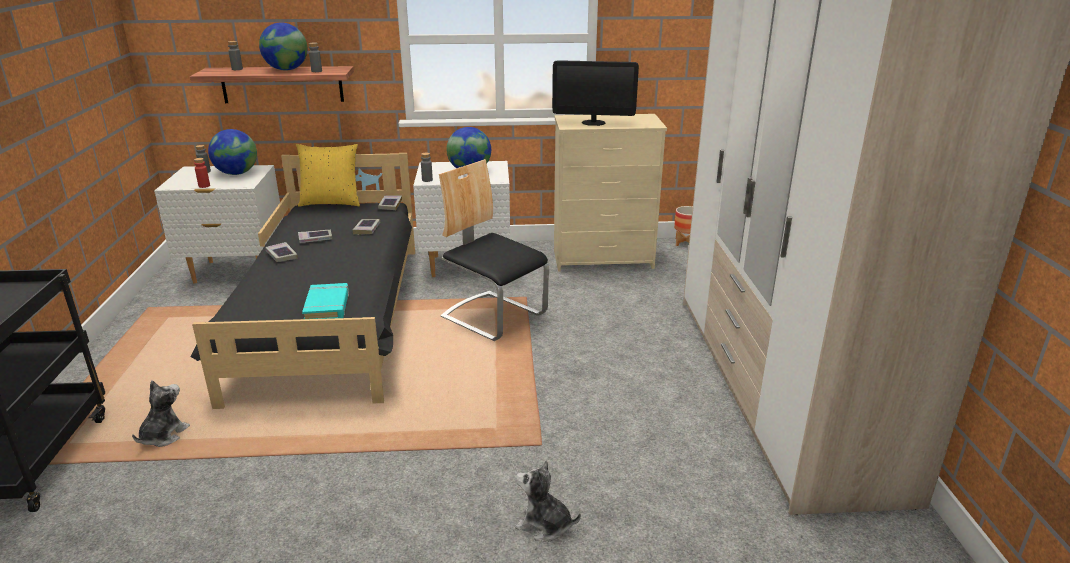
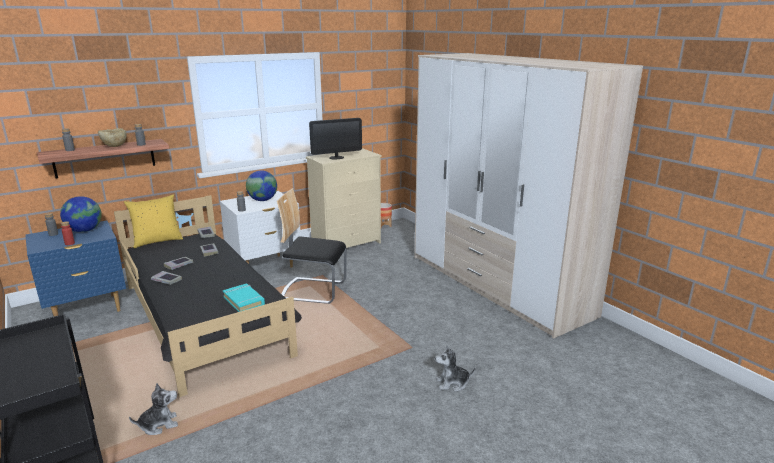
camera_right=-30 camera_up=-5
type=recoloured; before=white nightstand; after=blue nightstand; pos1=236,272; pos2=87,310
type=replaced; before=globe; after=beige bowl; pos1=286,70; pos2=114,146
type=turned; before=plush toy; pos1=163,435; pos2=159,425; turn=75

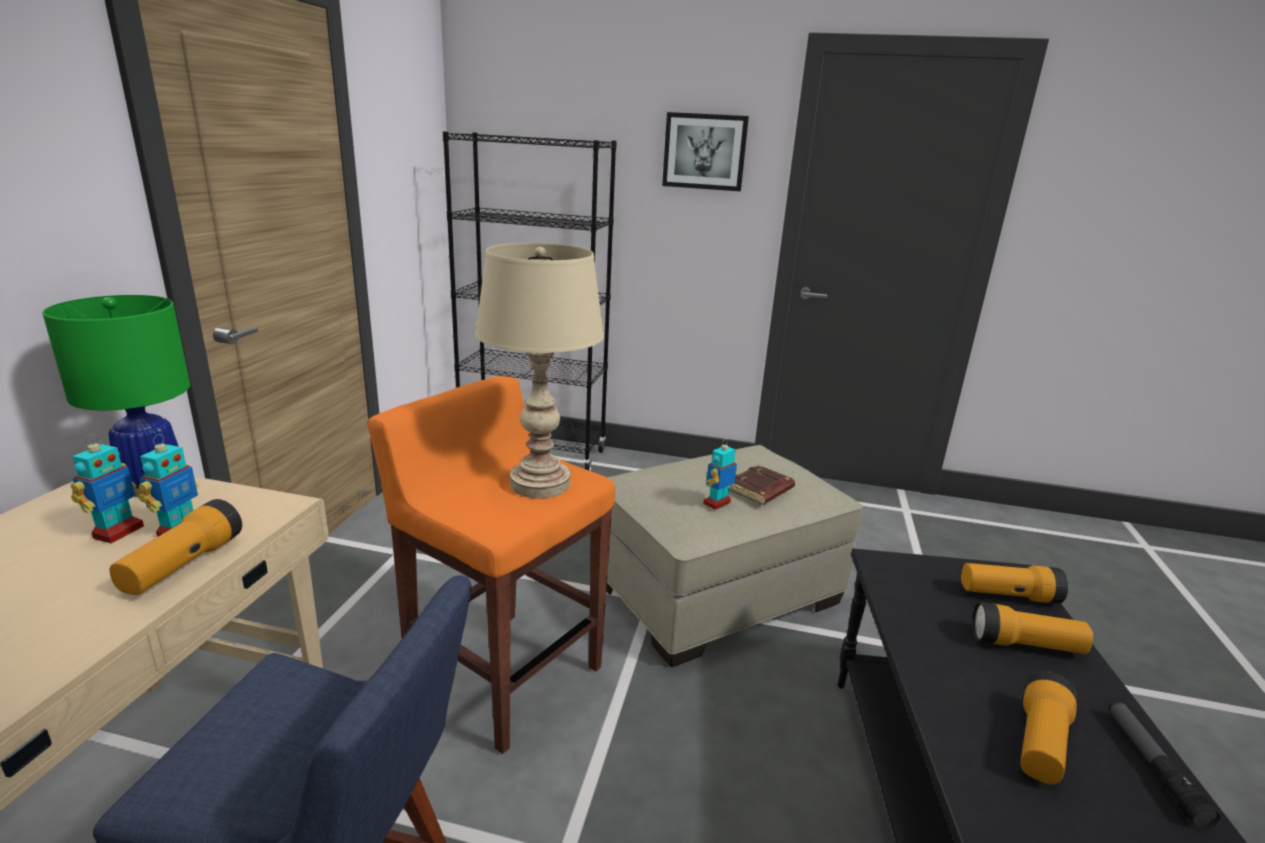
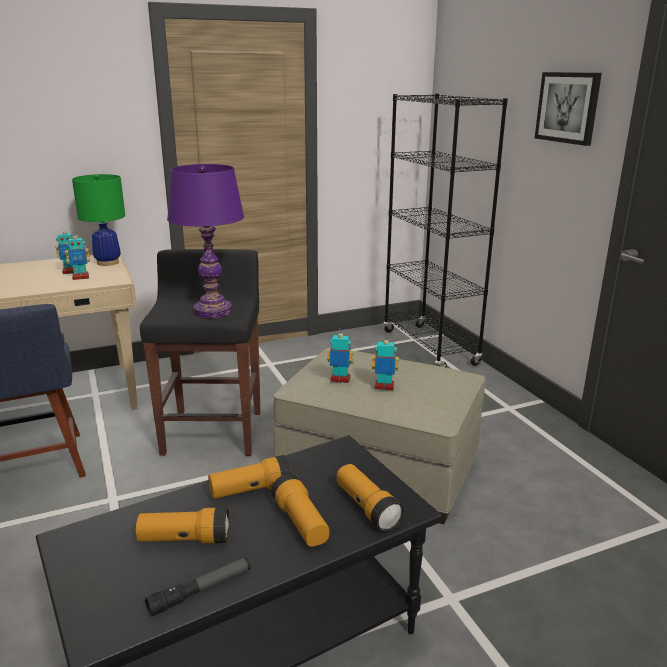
camera_right=55 camera_up=0
type=recoloured; before=orange stool; after=black stool; pos1=503,673; pos2=213,431
type=recoloured; before=beige table lamp; after=purple table lamp; pos1=540,484; pos2=212,312
type=moved; before=flashlight; pos1=183,565; pos2=250,490
type=replaced; before=brown book; after=toy robot; pos1=760,490; pos2=384,387

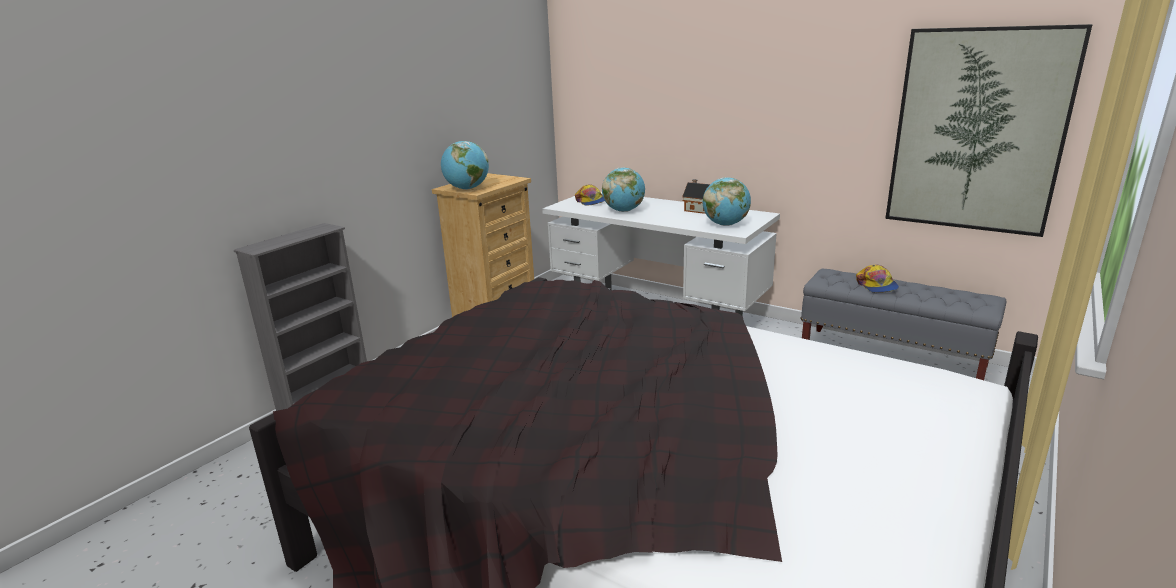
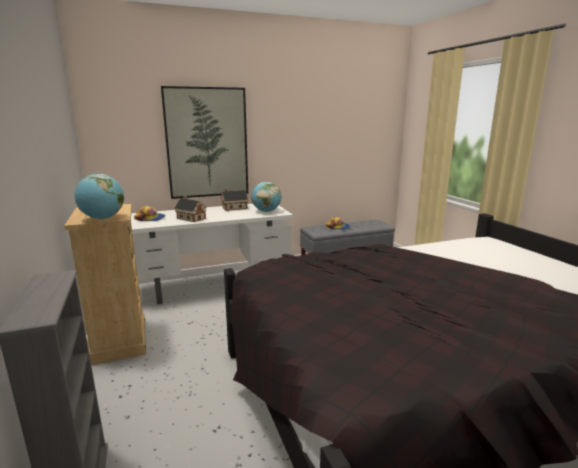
camera_right=-55 camera_up=-5
type=moved; before=picture; pos1=977,131; pos2=207,143
type=replaced; before=globe; after=toy house; pos1=623,211; pos2=190,218

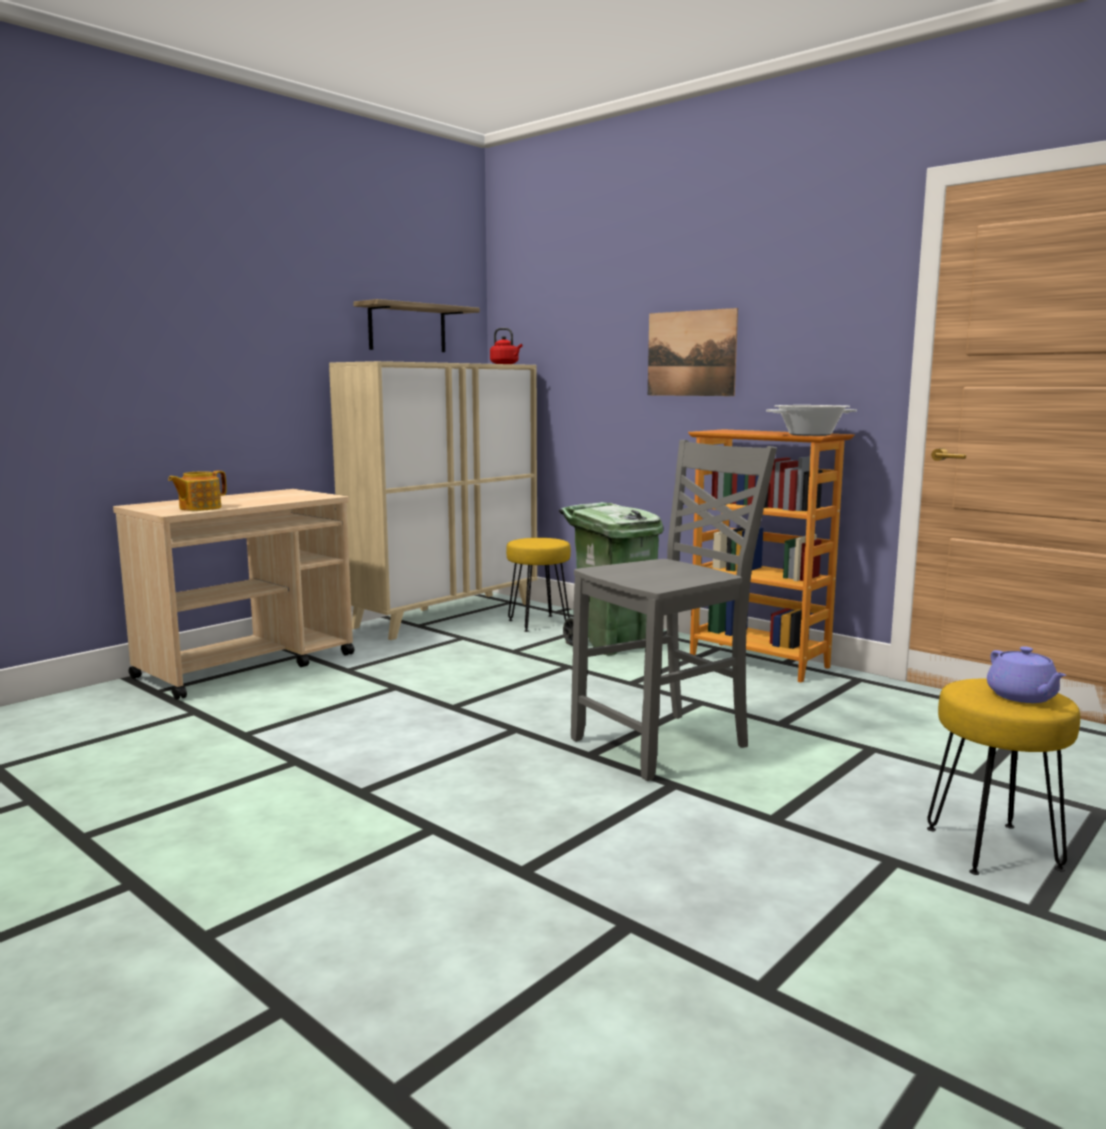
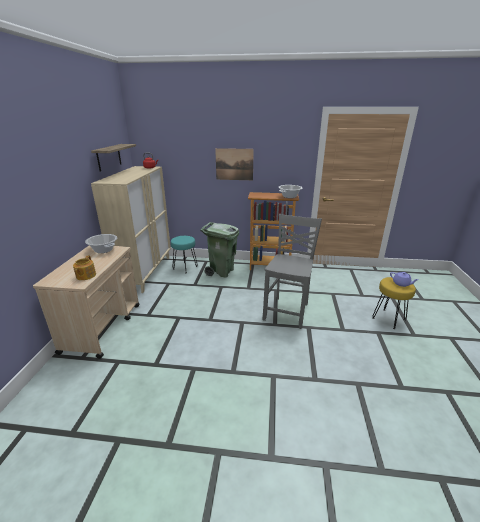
camera_right=-35 camera_up=15
type=added; after=cooking pot; pos2=103,250
type=recoloured; before=yellow stool; after=turquoise stool; pos1=539,623; pos2=185,267

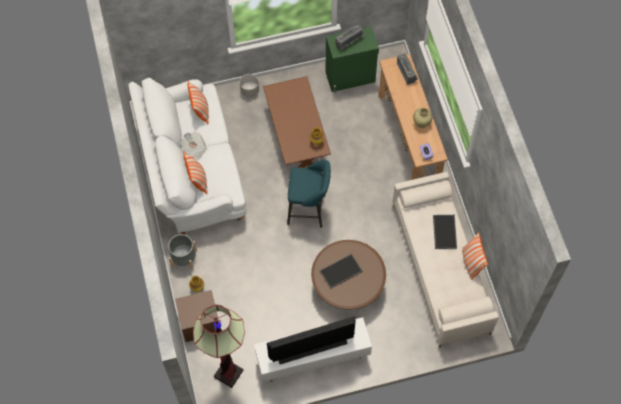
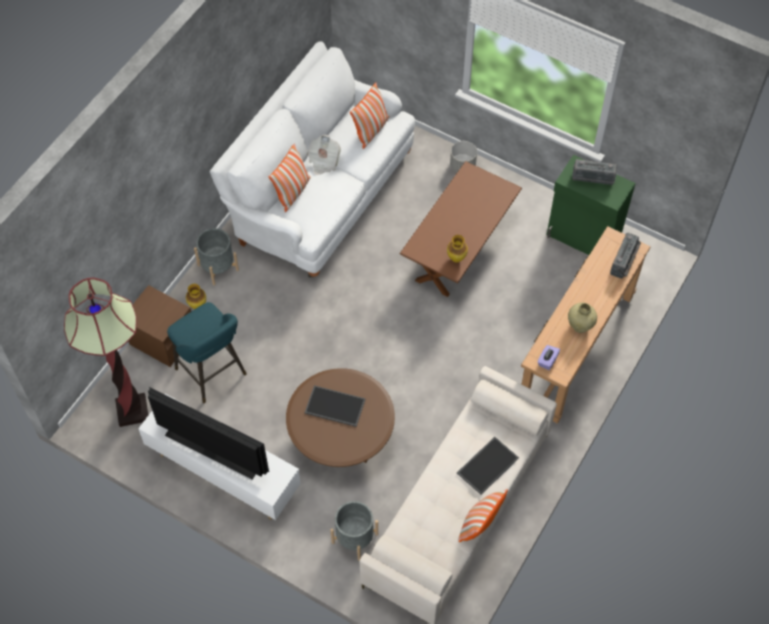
camera_right=45 camera_up=-5
type=moved; before=turquoise stool; pos1=309,210; pos2=213,374
type=added; after=grey planter; pos2=355,538

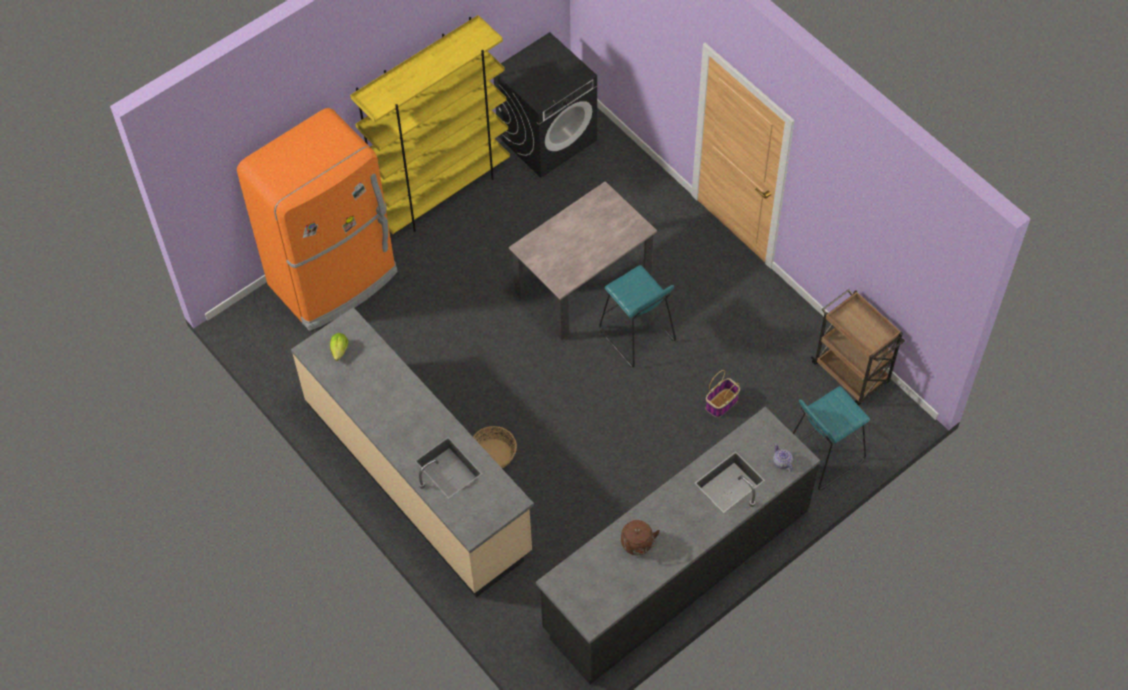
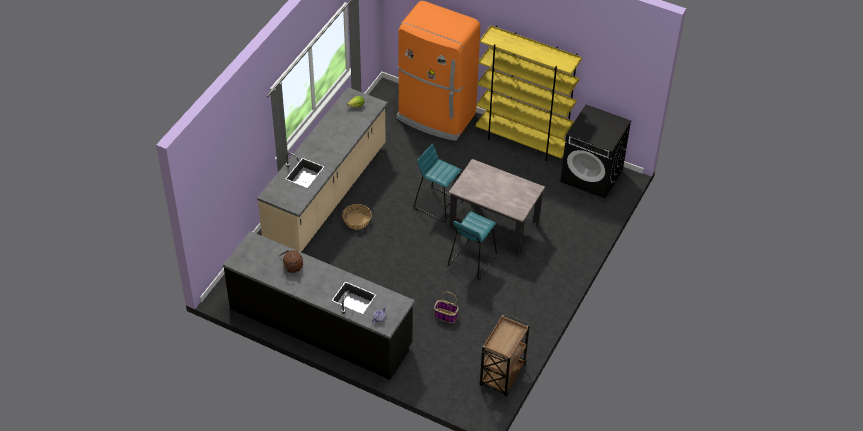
camera_right=65 camera_up=-10
type=moved; before=turquoise stool; pos1=823,455; pos2=438,204

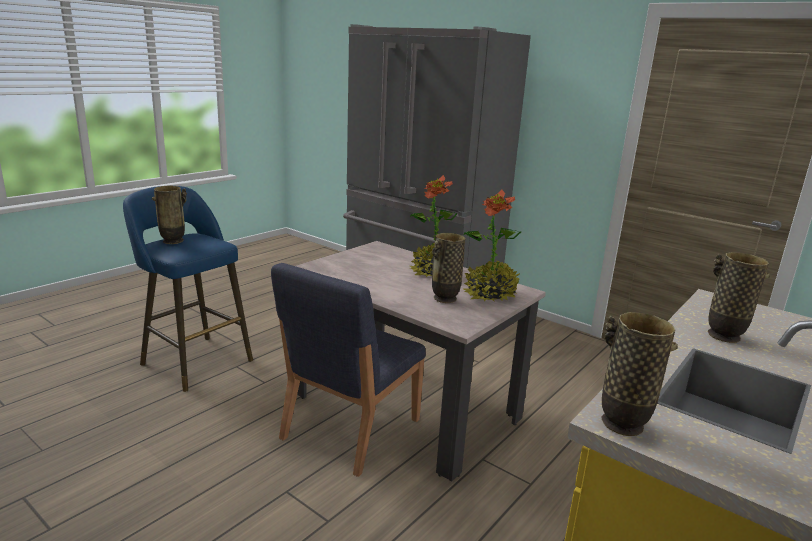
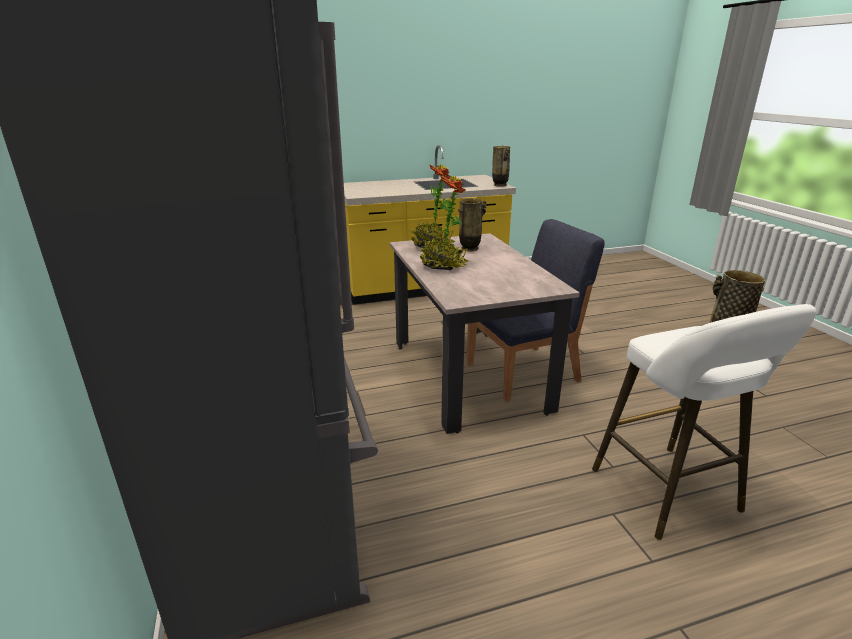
camera_right=-145 camera_up=5
type=recoloured; before=blue stool; after=white stool; pos1=193,360; pos2=670,495
type=removed; before=vase; pos1=723,336

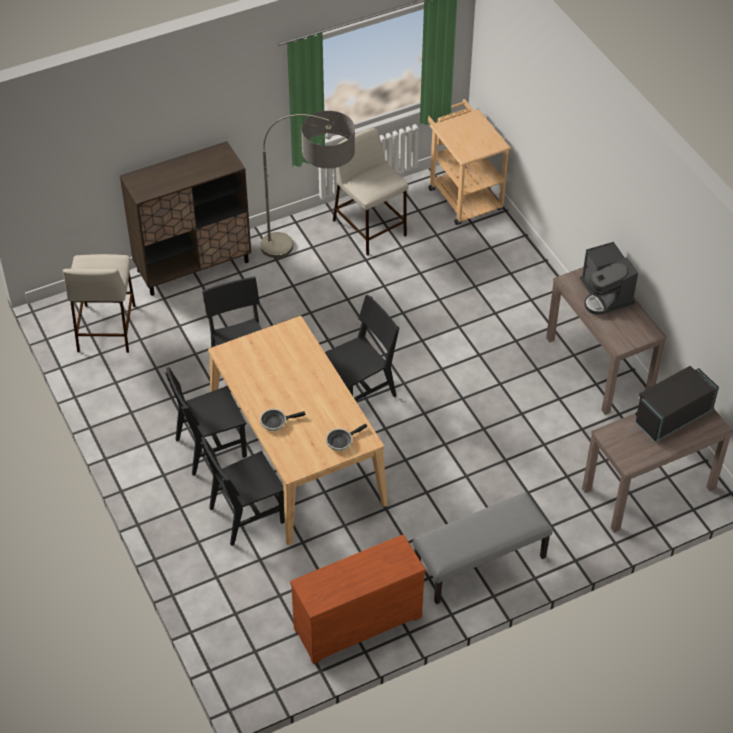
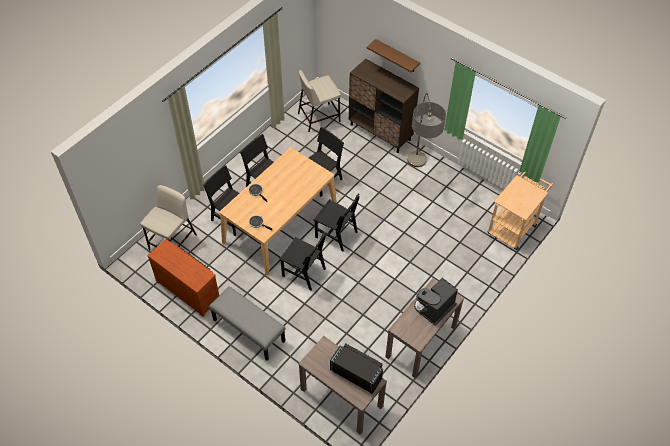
camera_right=65 camera_up=5
type=moved; before=beige stool; pos1=370,228; pos2=172,243
type=added; after=black chair; pos2=304,272
type=added; after=brown shelf; pos2=397,56

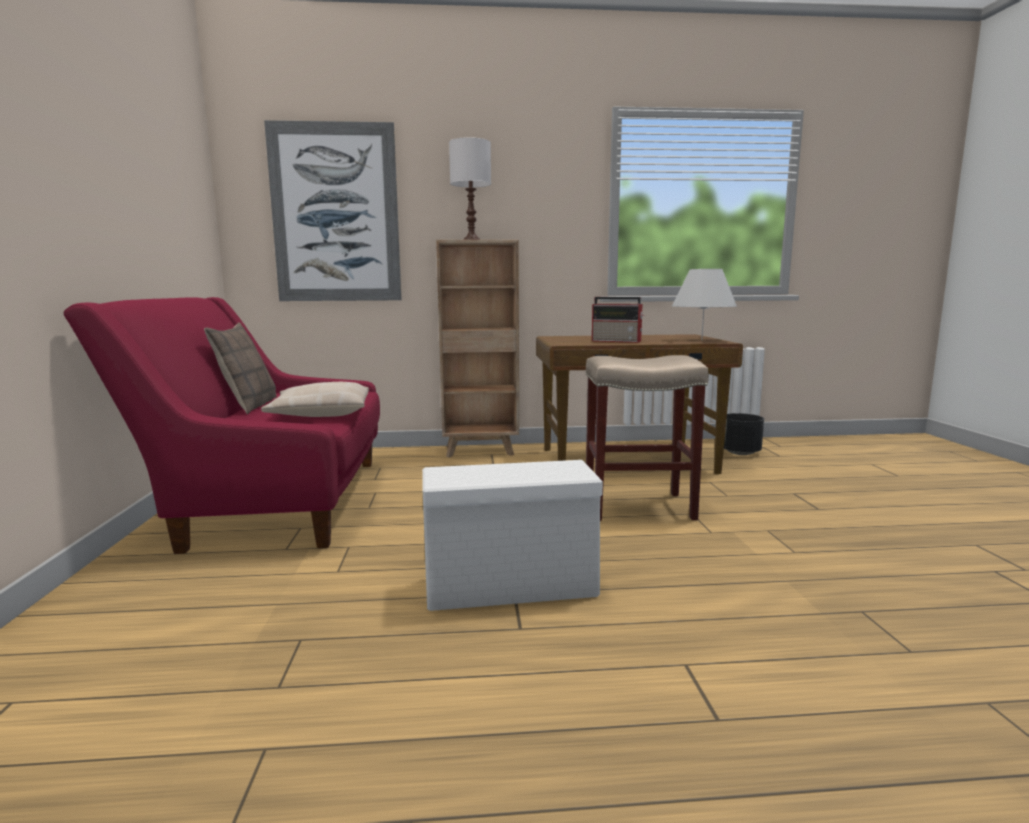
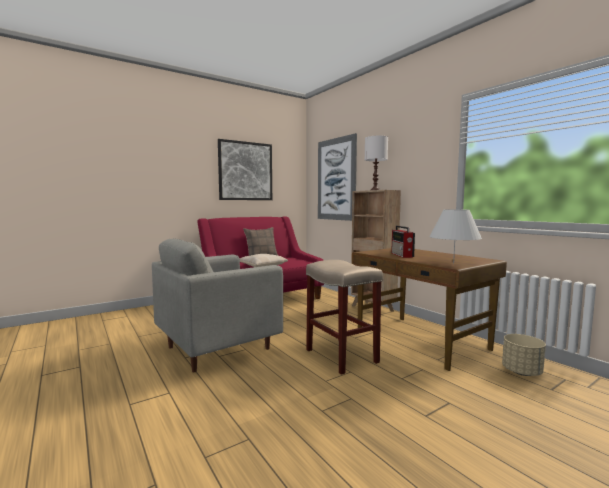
camera_right=60 camera_up=-5
type=replaced; before=white storage box; after=grey armchair; pos1=507,587; pos2=217,348
type=added; after=picture; pos2=245,171
type=recoloured; before=black planter; after=beige planter; pos1=740,453; pos2=521,372

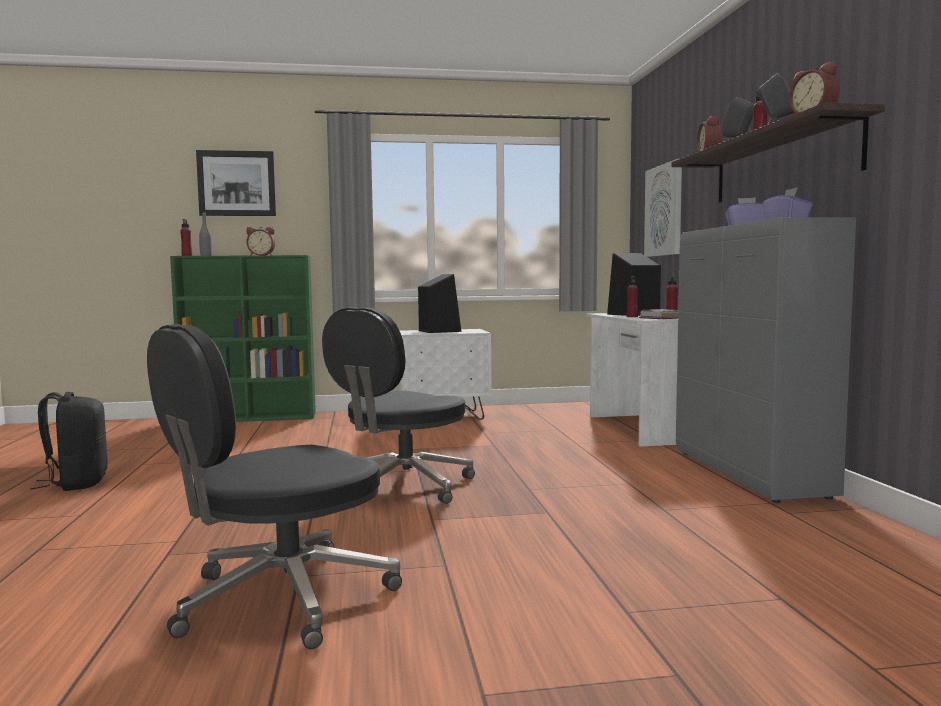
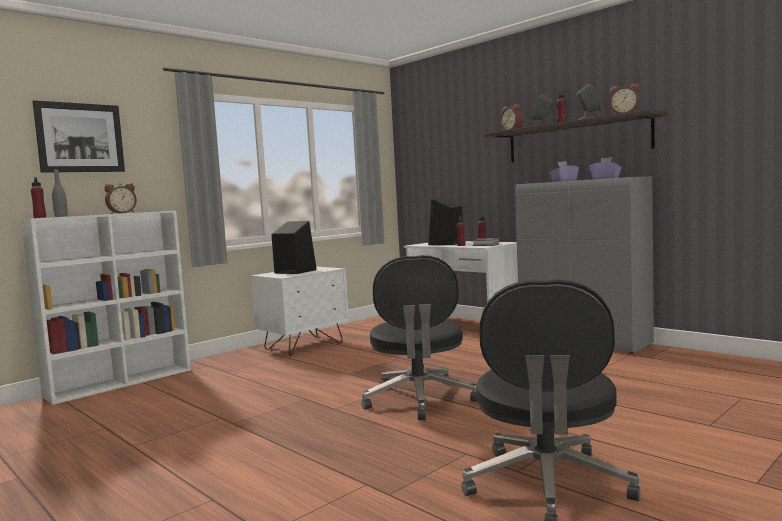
camera_right=-35 camera_up=0
type=recoloured; before=green bookcase; after=white bookcase; pos1=251,418; pos2=121,382
type=removed; before=black backpack; pos1=77,483
type=removed; before=picture; pos1=664,210

